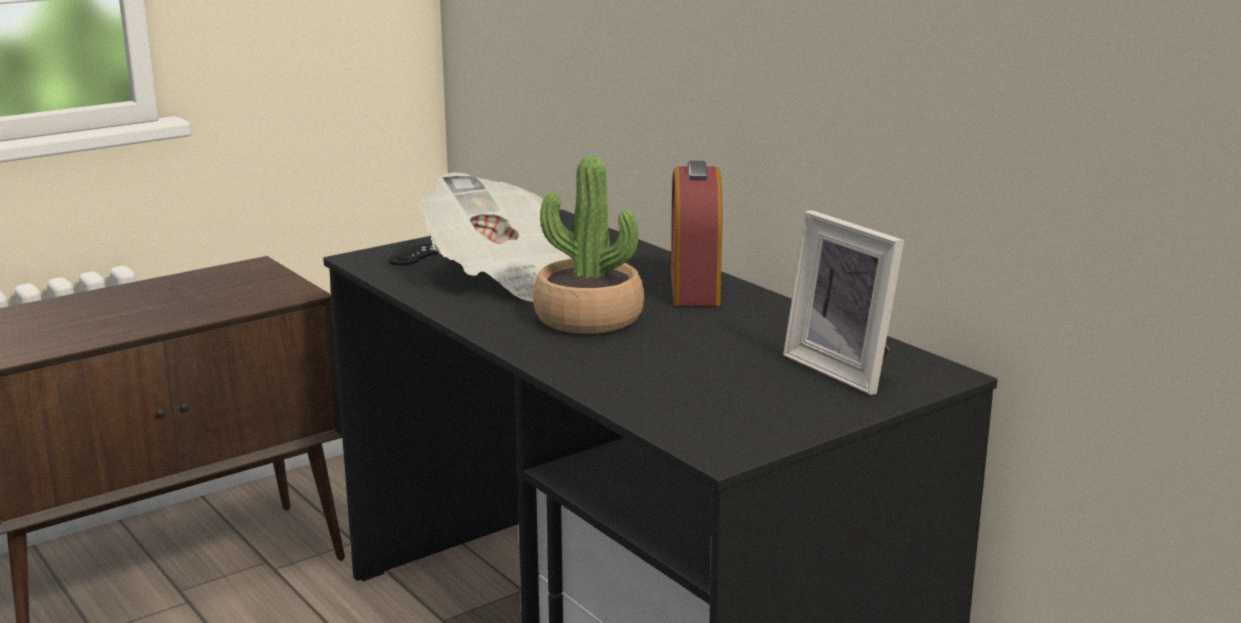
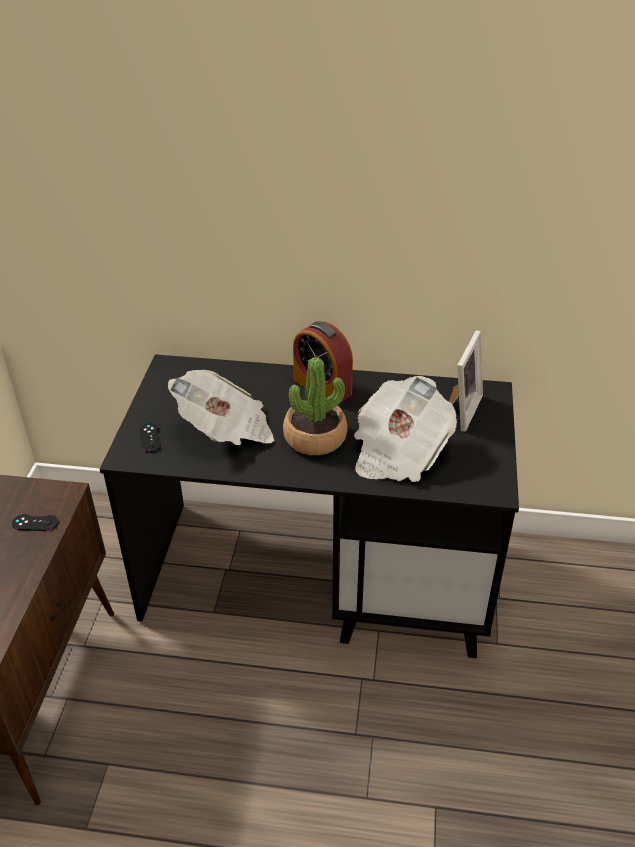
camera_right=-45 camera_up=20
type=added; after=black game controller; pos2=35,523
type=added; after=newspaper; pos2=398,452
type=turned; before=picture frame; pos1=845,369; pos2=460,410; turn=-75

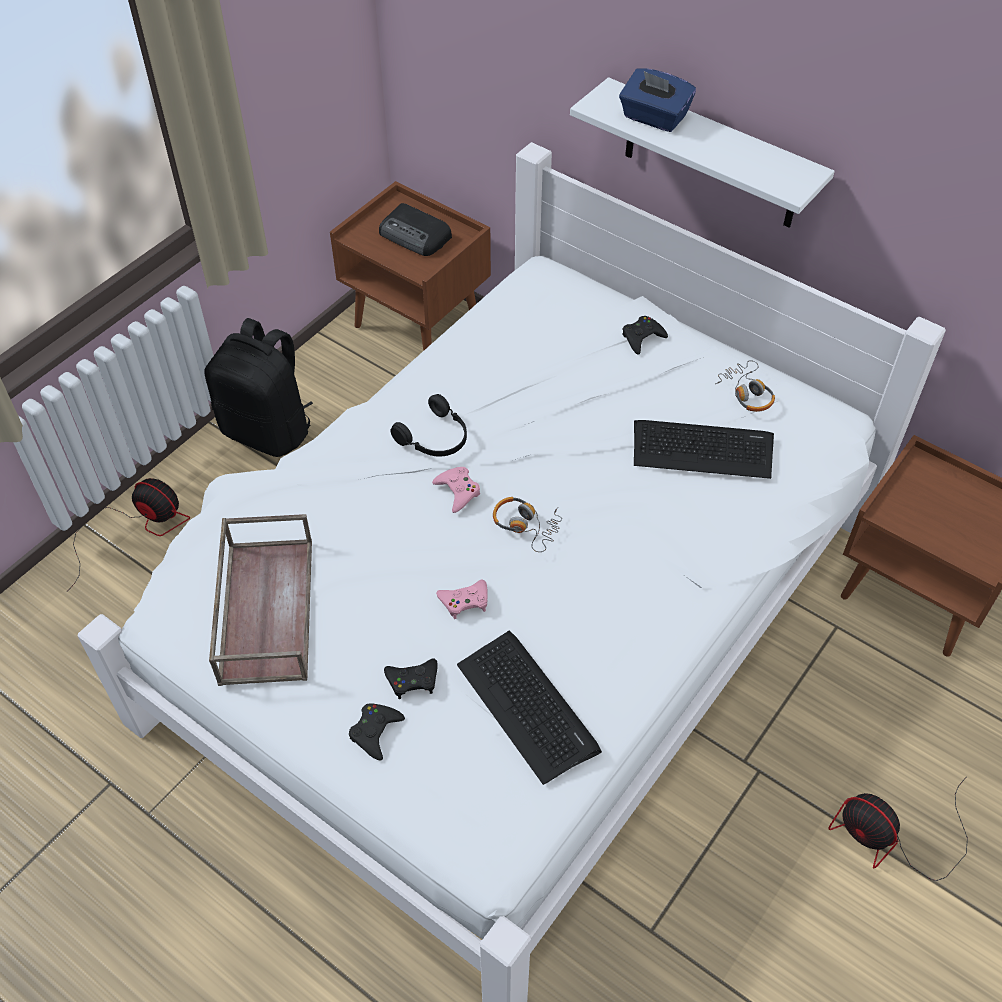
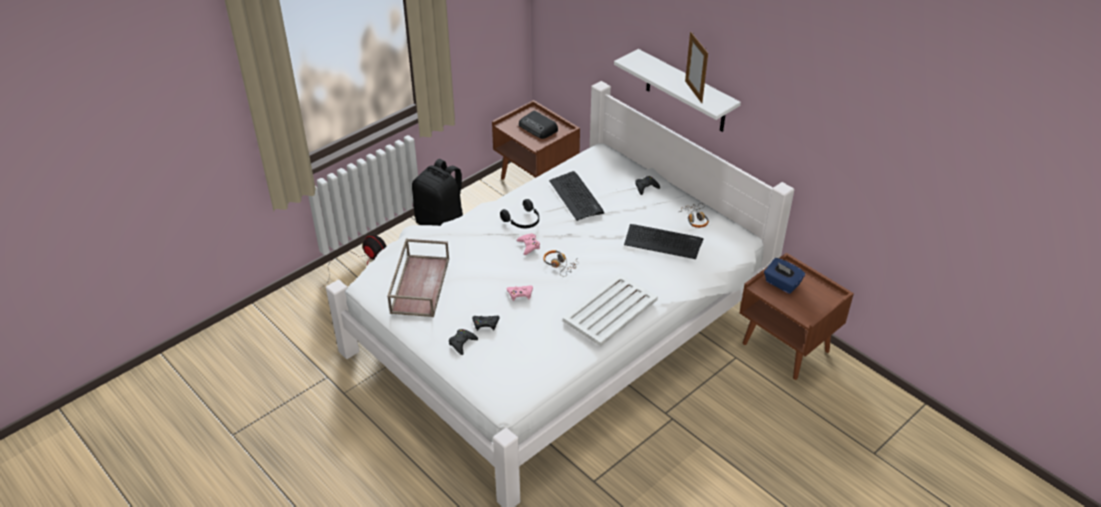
camera_right=10 camera_up=-10
type=moved; before=keyboard; pos1=528,706; pos2=576,196
type=added; after=white tray; pos2=611,310
type=added; after=picture frame; pos2=693,92
type=moved; before=blue tissue box; pos1=654,118; pos2=782,284
type=removed; before=fan; pos1=891,838

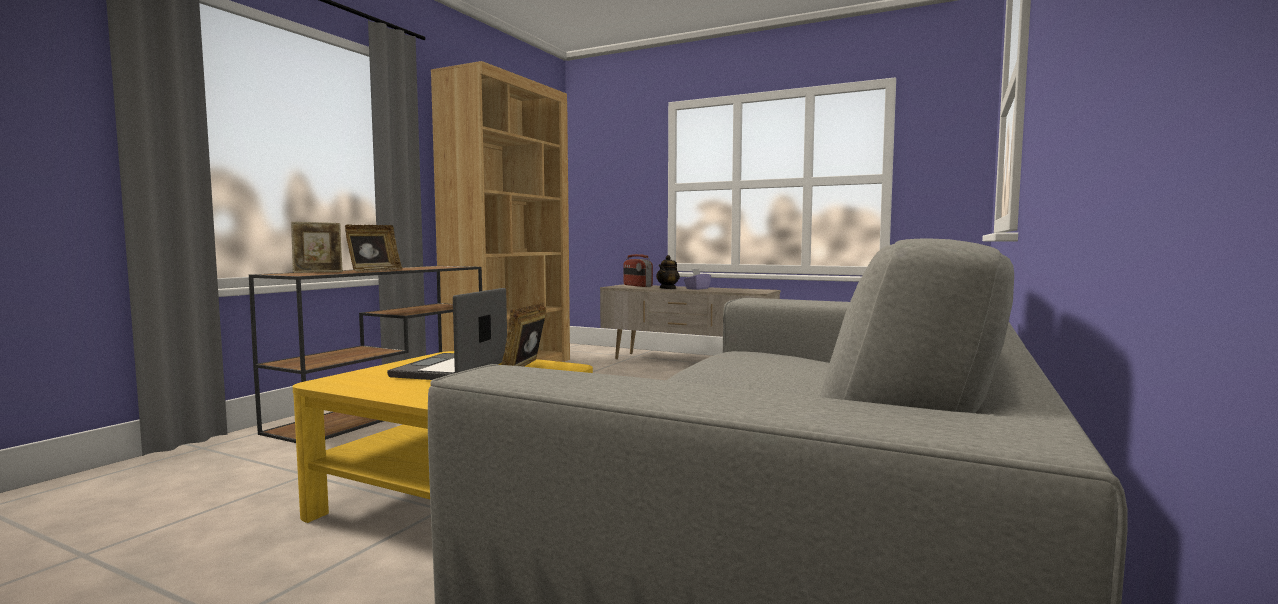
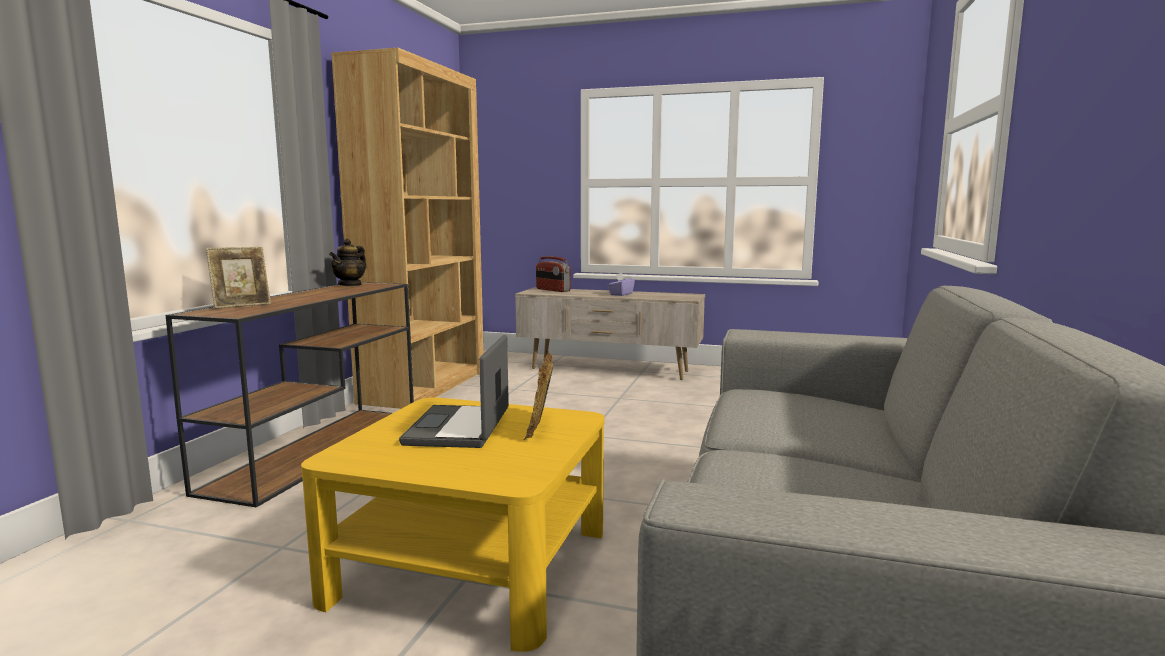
camera_right=-10 camera_up=5
type=moved; before=teapot; pos1=668,288; pos2=350,285
type=removed; before=picture frame; pos1=374,271

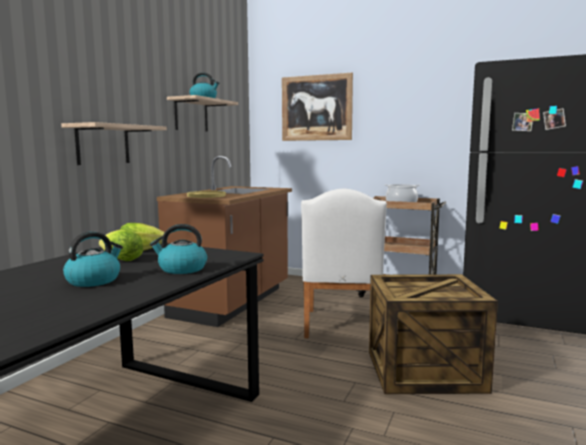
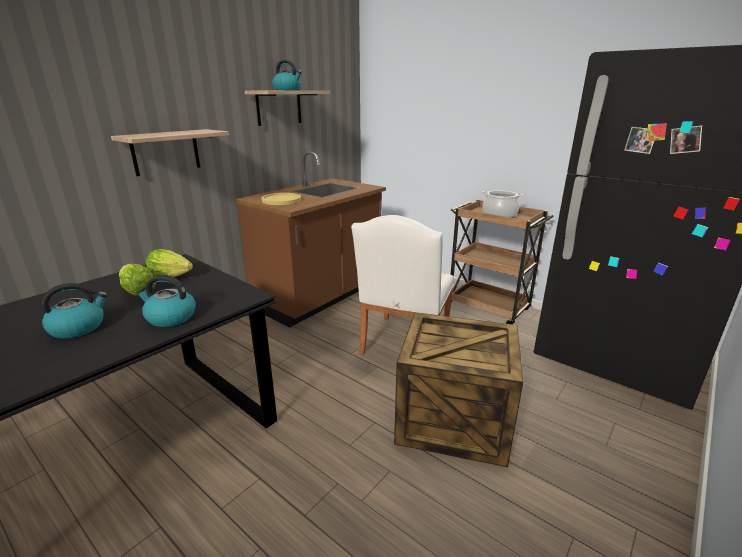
camera_right=15 camera_up=15
type=removed; before=picture; pos1=316,108

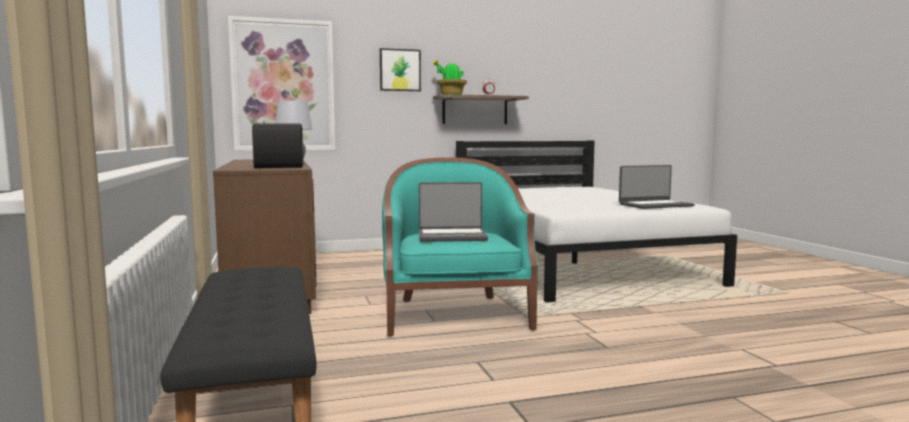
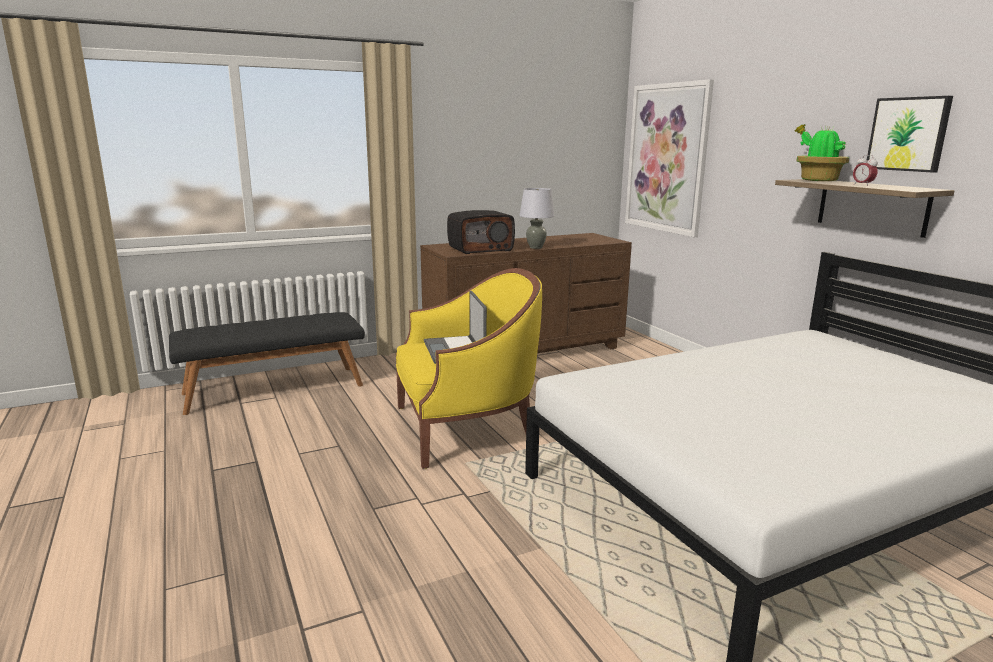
camera_right=80 camera_up=10
type=recoloured; before=turquoise armchair; after=yellow armchair; pos1=455,315; pos2=465,428
type=moved; before=picture; pos1=400,70; pos2=908,134
type=removed; before=laptop; pos1=655,205

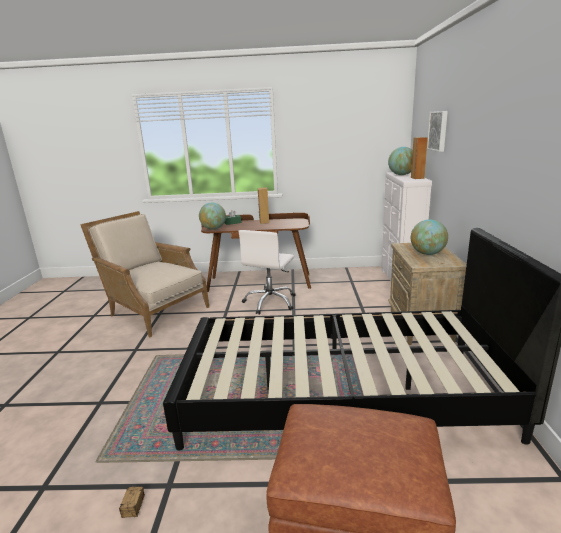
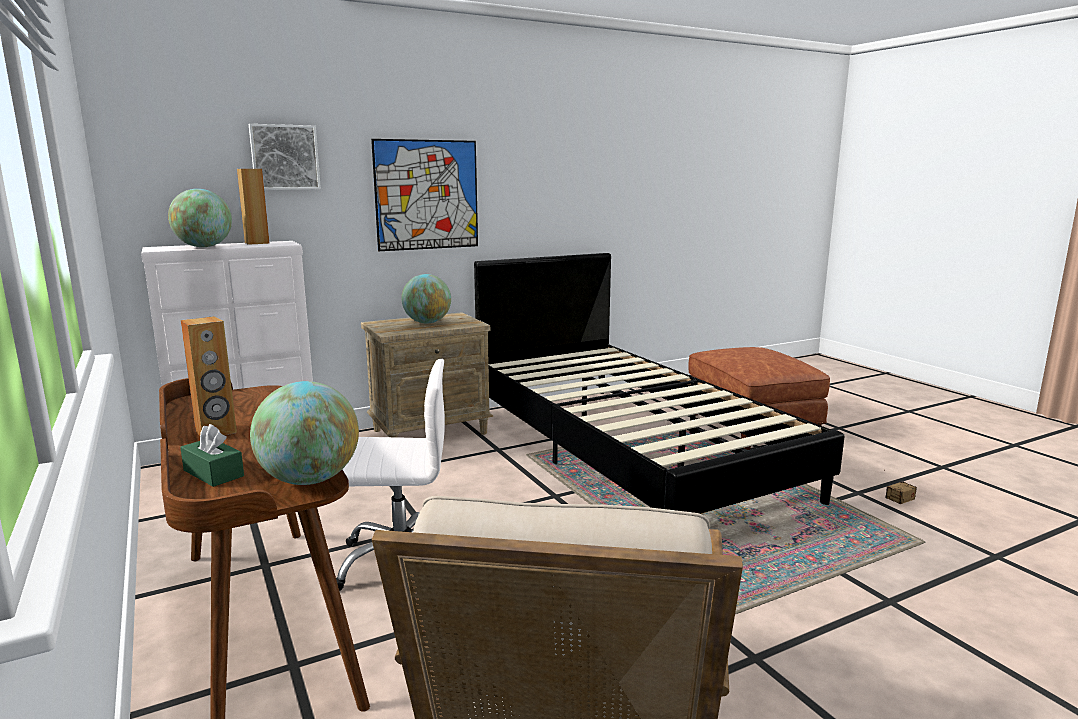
camera_right=-120 camera_up=-5
type=added; after=picture; pos2=427,195

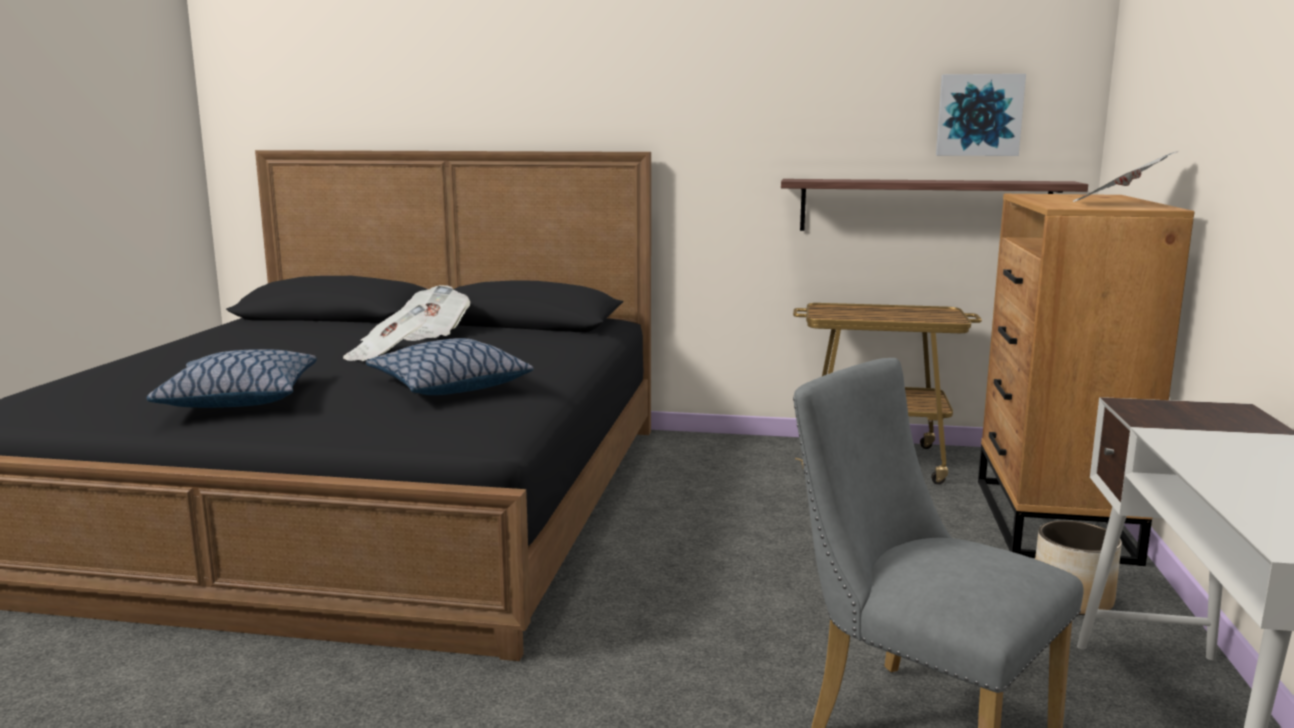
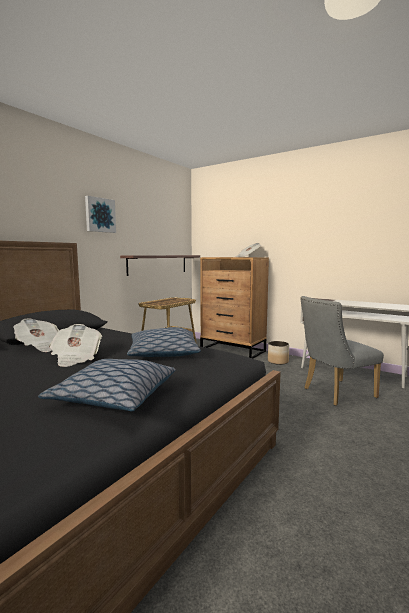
camera_right=-65 camera_up=-5
type=moved; before=picture; pos1=979,115; pos2=100,215

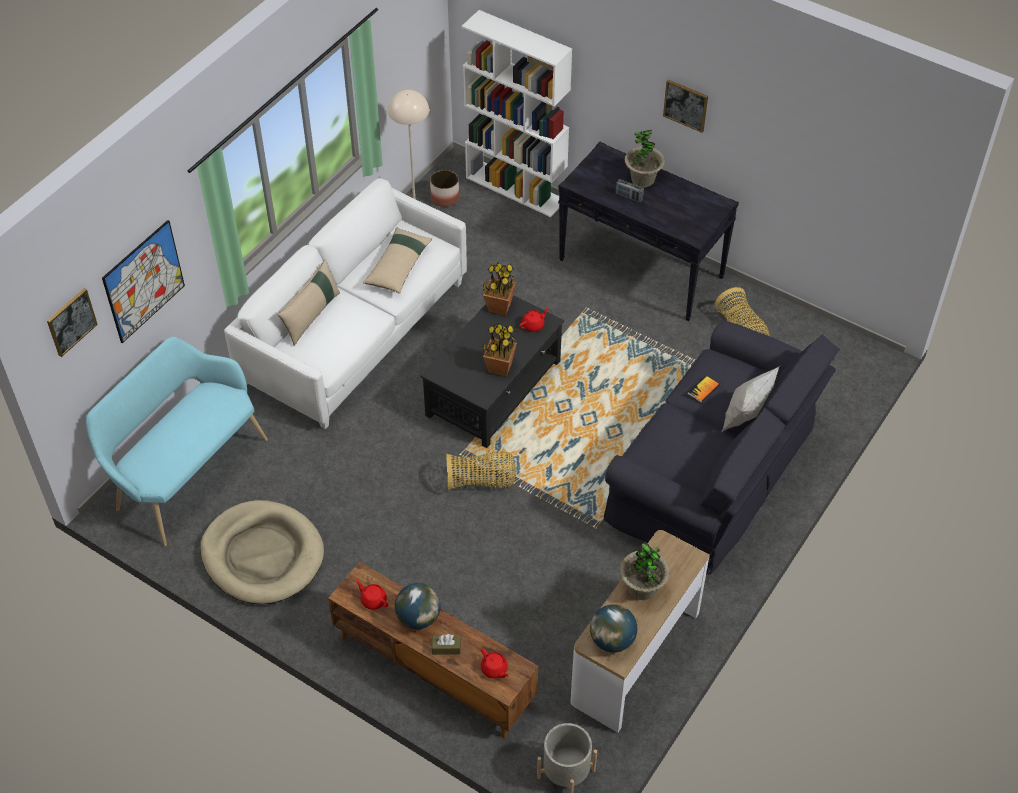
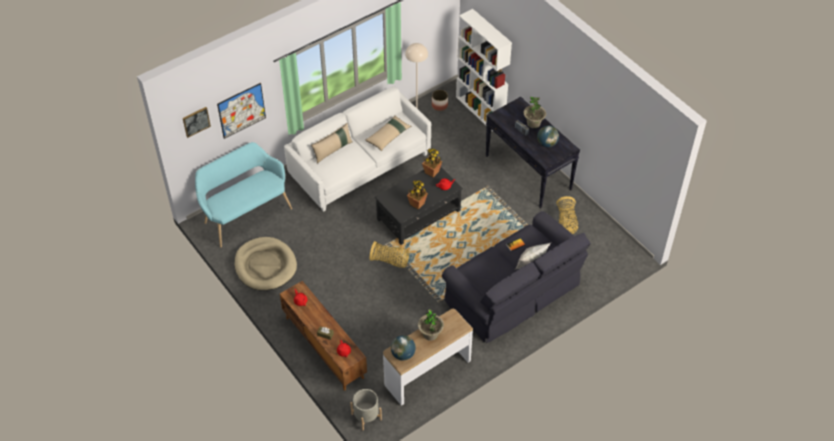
camera_right=20 camera_up=0
type=moved; before=globe; pos1=418,618; pos2=546,143
type=removed; before=picture; pos1=686,105

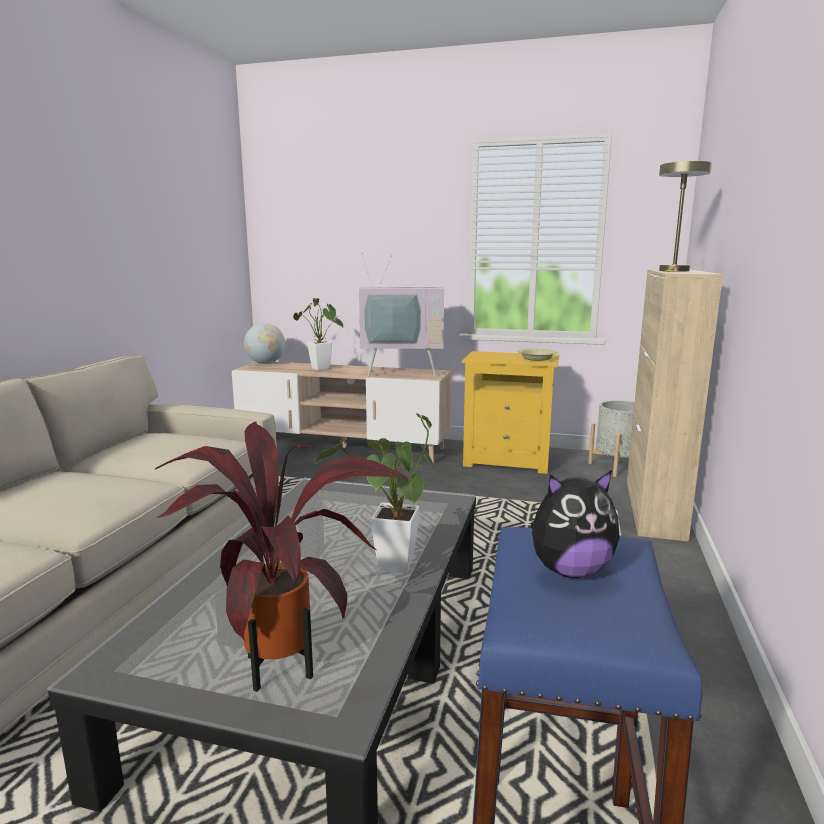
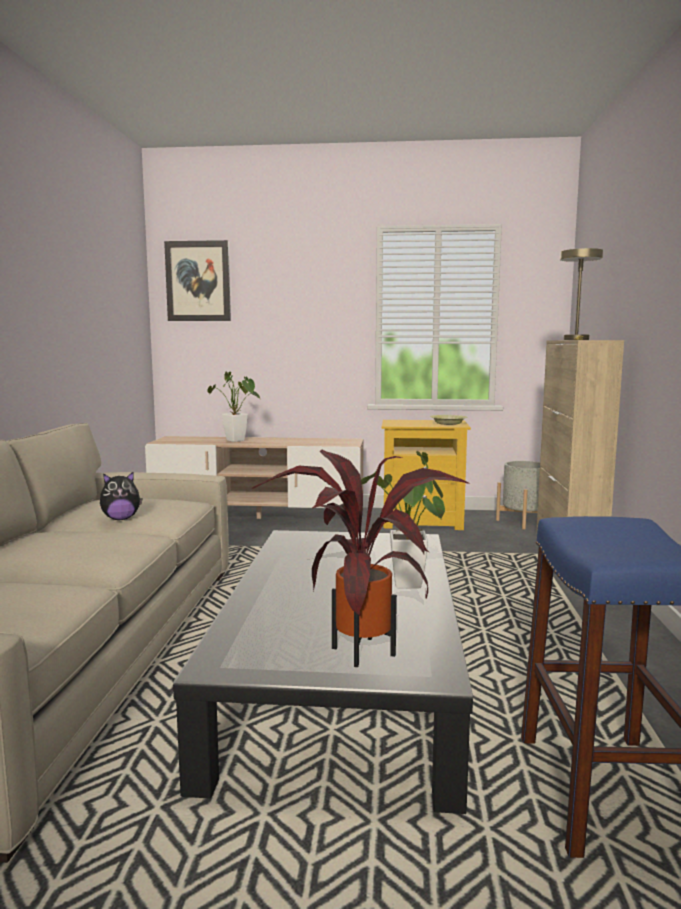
camera_right=-10 camera_up=-5
type=moved; before=plush toy; pos1=570,570; pos2=121,519
type=added; after=picture; pos2=198,281
type=removed; before=globe; pos1=266,363
type=removed; before=television; pos1=402,372

